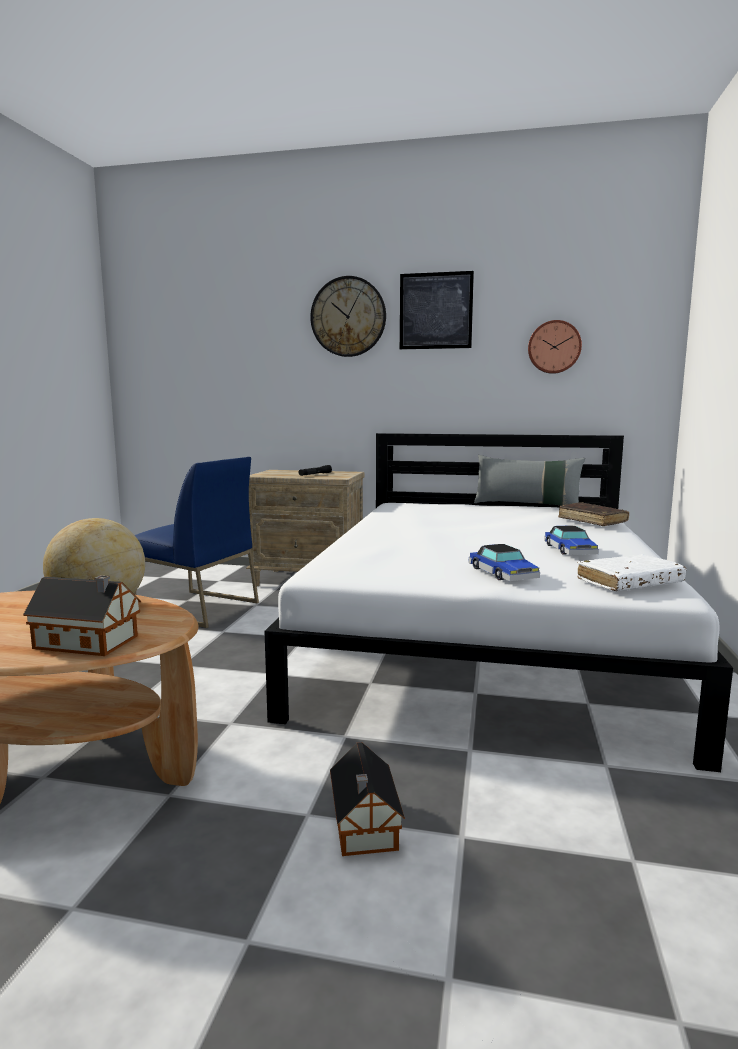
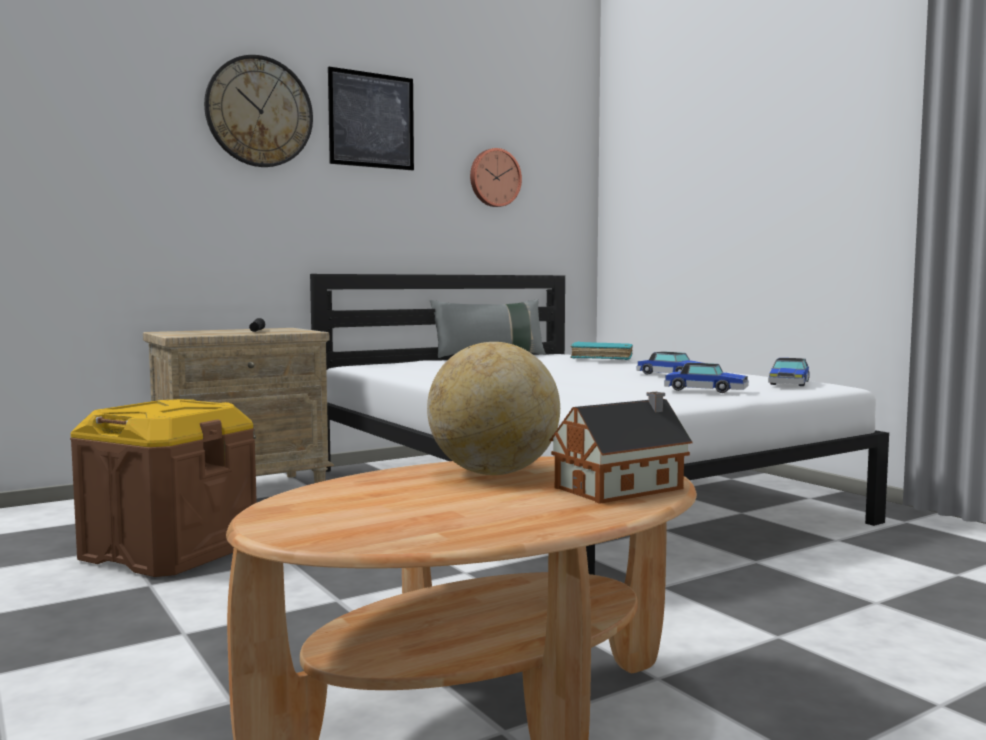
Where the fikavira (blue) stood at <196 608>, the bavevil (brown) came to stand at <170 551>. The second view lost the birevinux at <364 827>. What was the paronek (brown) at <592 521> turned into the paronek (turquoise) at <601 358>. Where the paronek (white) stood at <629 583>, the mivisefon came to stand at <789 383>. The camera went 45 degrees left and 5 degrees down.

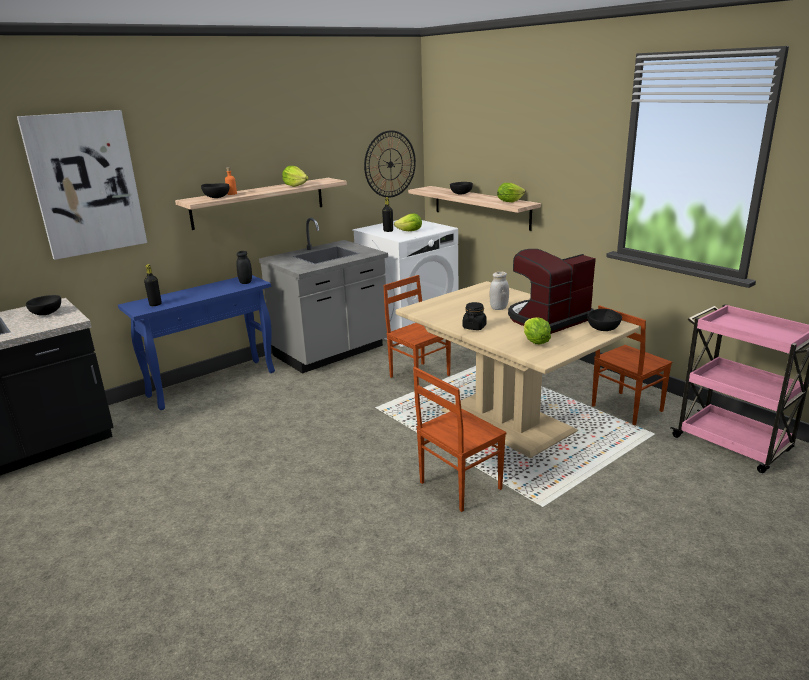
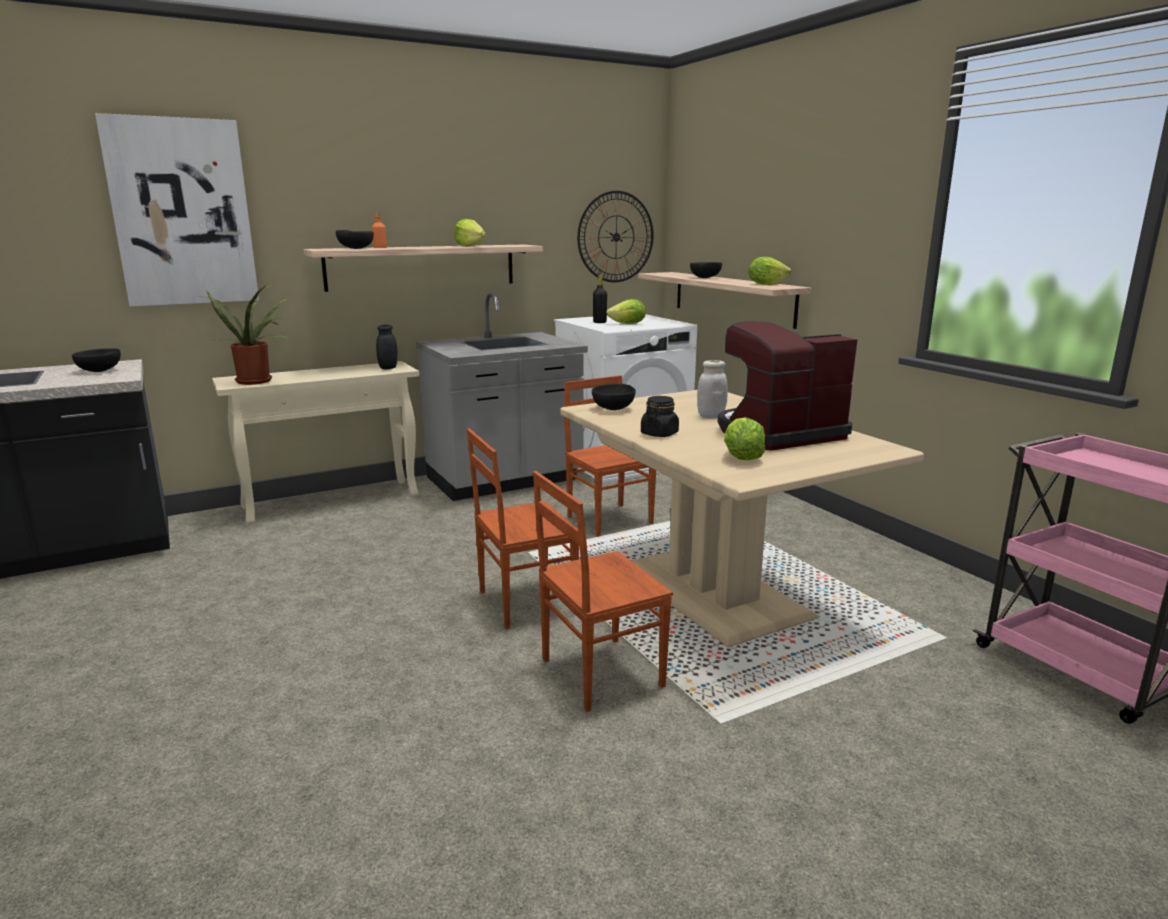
What was the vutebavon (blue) at <213 383> turned into the vutebavon (beige) at <332 501>. Where the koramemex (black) stood at <155 304>, the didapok came to stand at <256 380>. The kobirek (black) ended up elsewhere, having gone from <604 329> to <614 409>. The fikavira (brown) ended up elsewhere, having gone from <625 408> to <525 602>. The camera went 10 degrees right and 5 degrees down.

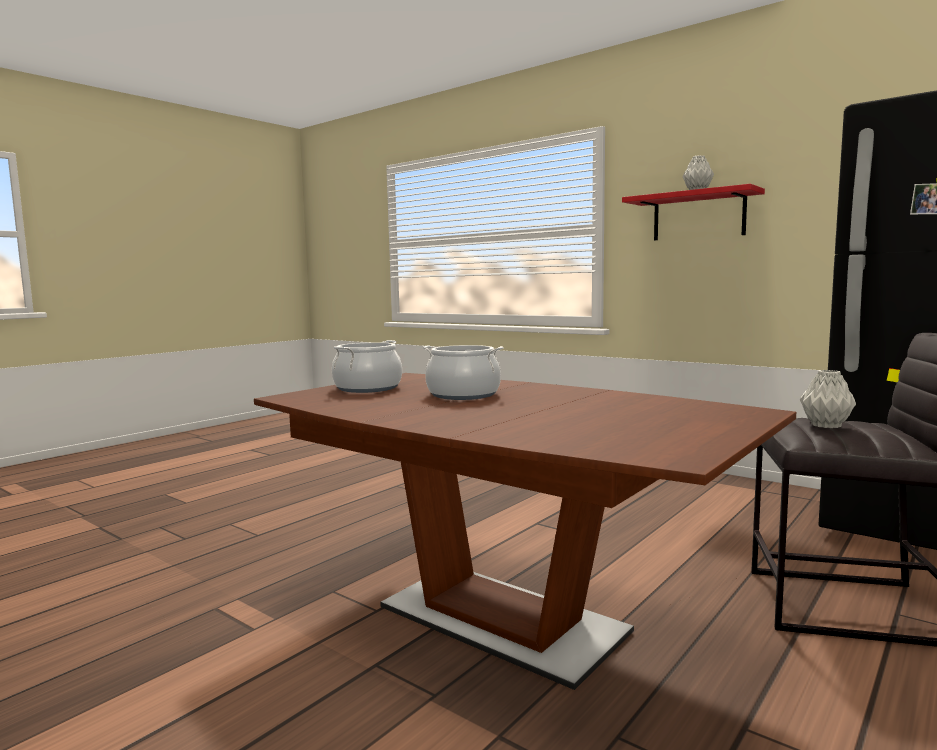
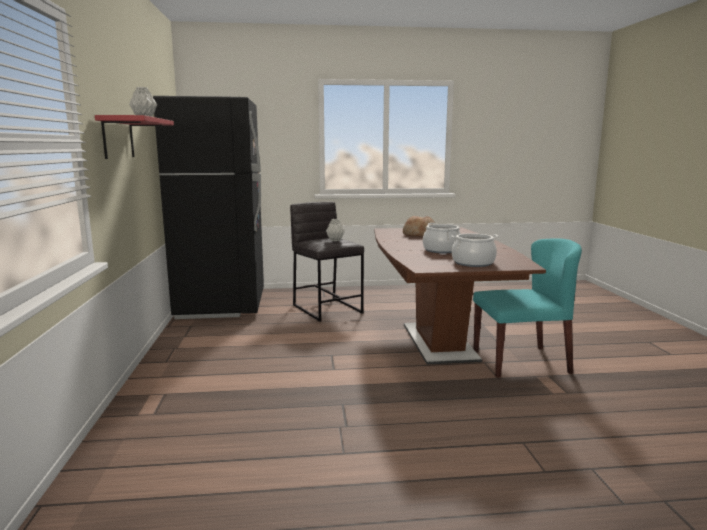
The second view gained the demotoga at <420 235>. The second view gained the fikavira (turquoise) at <521 361>. The camera went 135 degrees left and 5 degrees up.

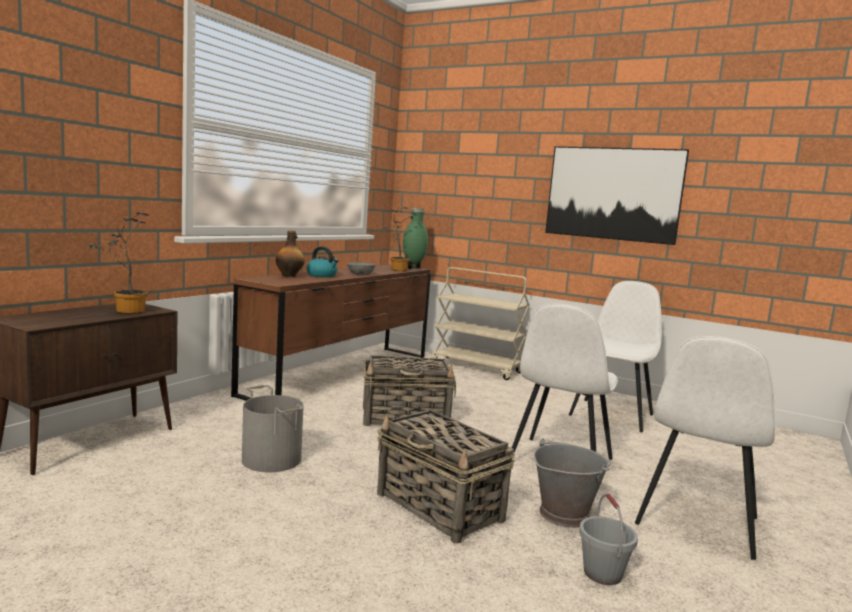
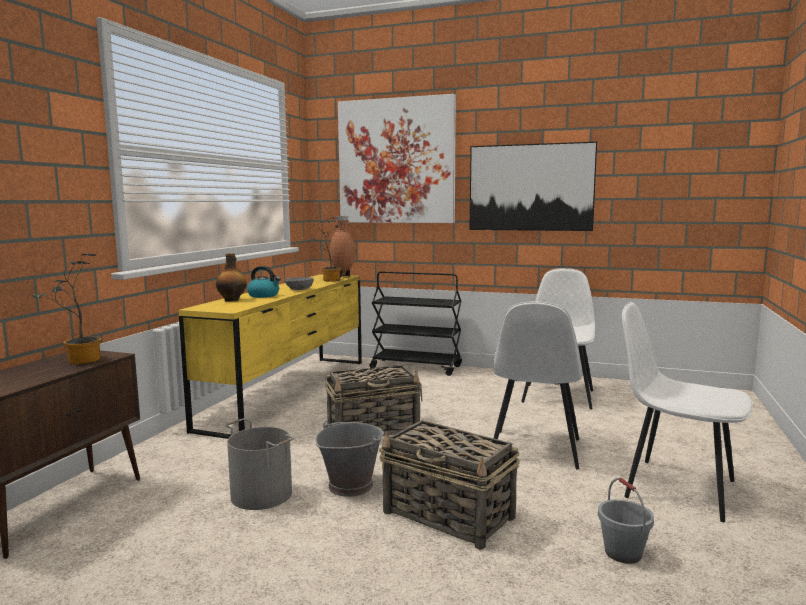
What was the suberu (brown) at <342 374> turned into the suberu (yellow) at <290 392>. What was the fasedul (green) at <414 268> turned into the fasedul (brown) at <343 276>. What was the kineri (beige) at <477 368> turned into the kineri (black) at <416 367>. The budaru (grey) ended up elsewhere, having gone from <563 514> to <350 485>. The fikavira (white) at <696 522> ended up facing another way, 105 degrees clockwise from before. The second view gained the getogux at <396 161>. The camera went 10 degrees left and 0 degrees up.

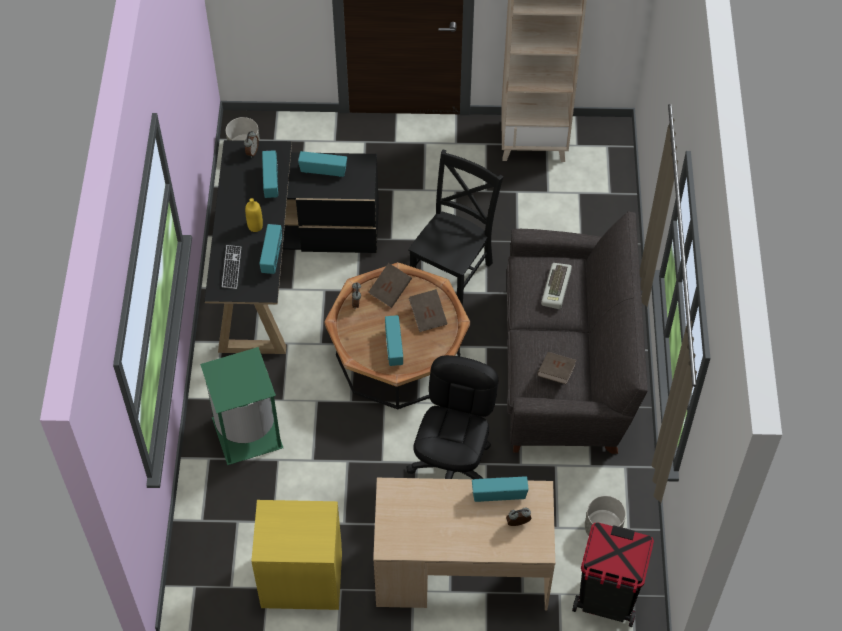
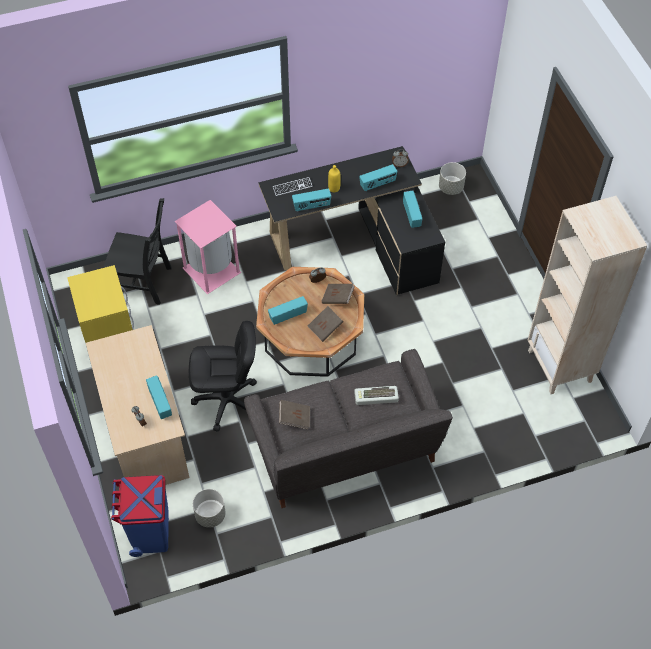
What was the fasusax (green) at <246 432> turned into the fasusax (pink) at <212 269>. The fikavira (black) ended up elsewhere, having gone from <453 270> to <144 282>. What was the fasusax (black) at <606 600> turned into the fasusax (blue) at <150 534>. The camera went 70 degrees right and 0 degrees up.

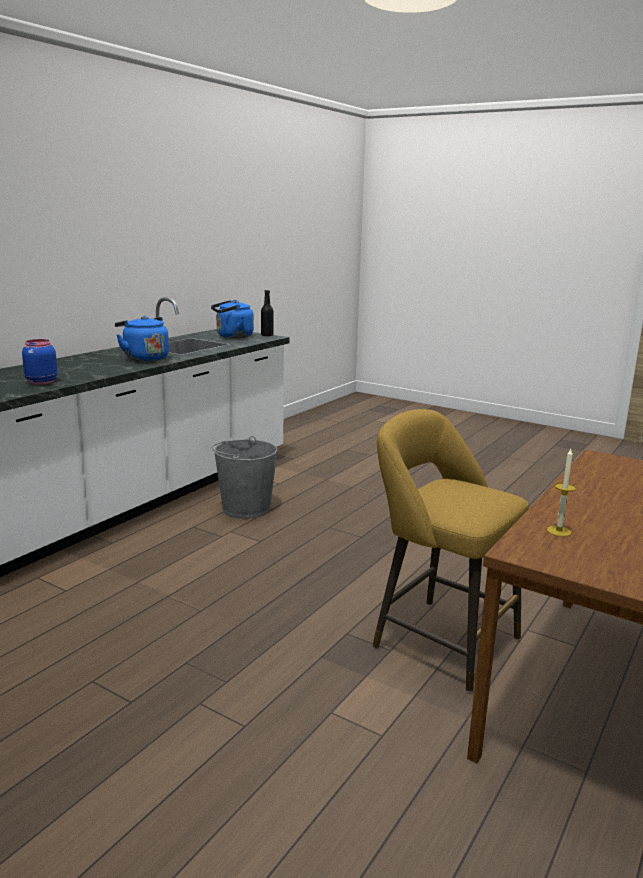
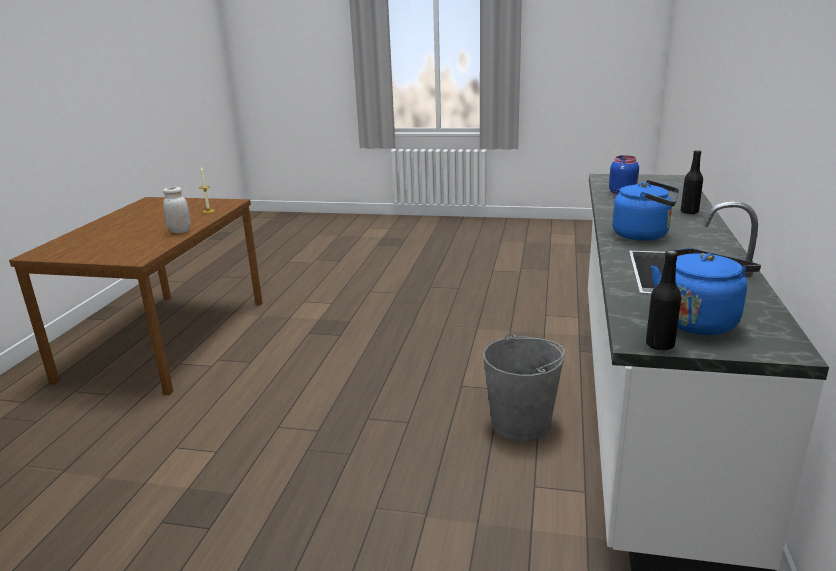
The second view lost the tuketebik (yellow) at <439 640>. The second view gained the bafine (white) at <180 231>. The second view gained the koramemex (black) at <689 212>. The camera went 160 degrees right and 5 degrees up.

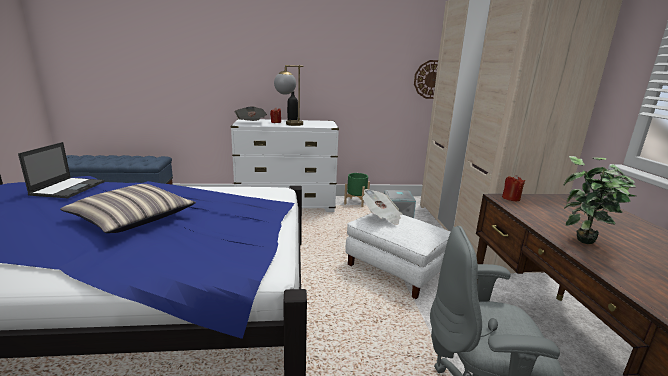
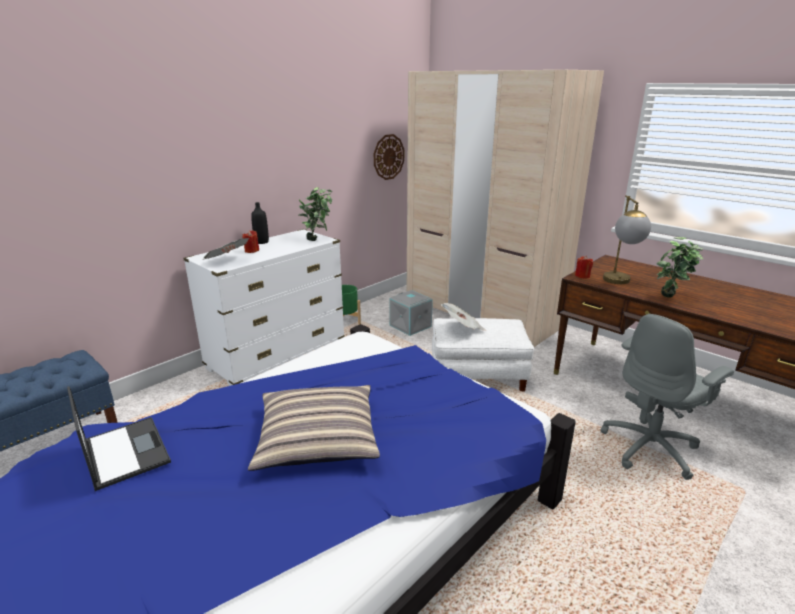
The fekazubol ended up elsewhere, having gone from <289 125> to <619 283>. The second view gained the didapok at <318 239>. The camera went 40 degrees left and 5 degrees up.

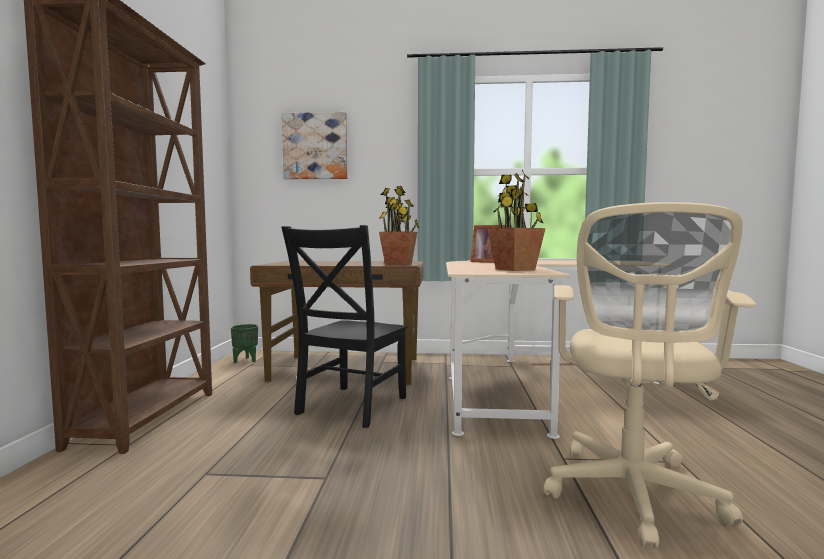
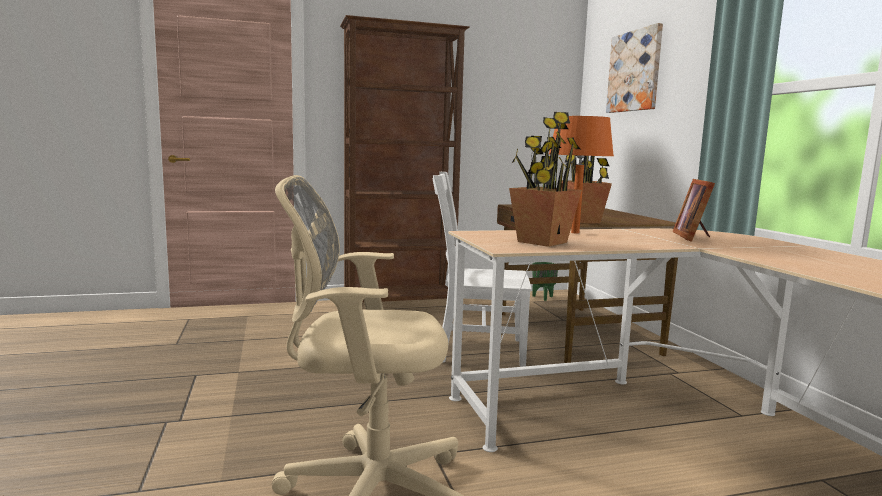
What was the fikavira (black) at <350 407> turned into the fikavira (white) at <476 350>. The second view gained the fekazubol (orange) at <575 232>. The camera went 70 degrees right and 5 degrees up.

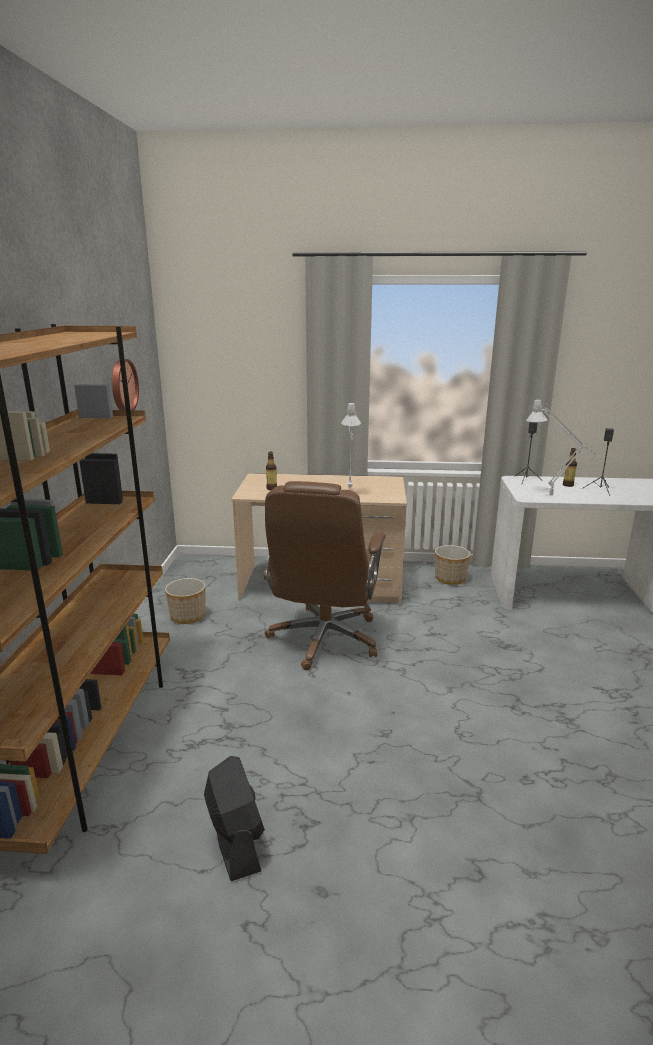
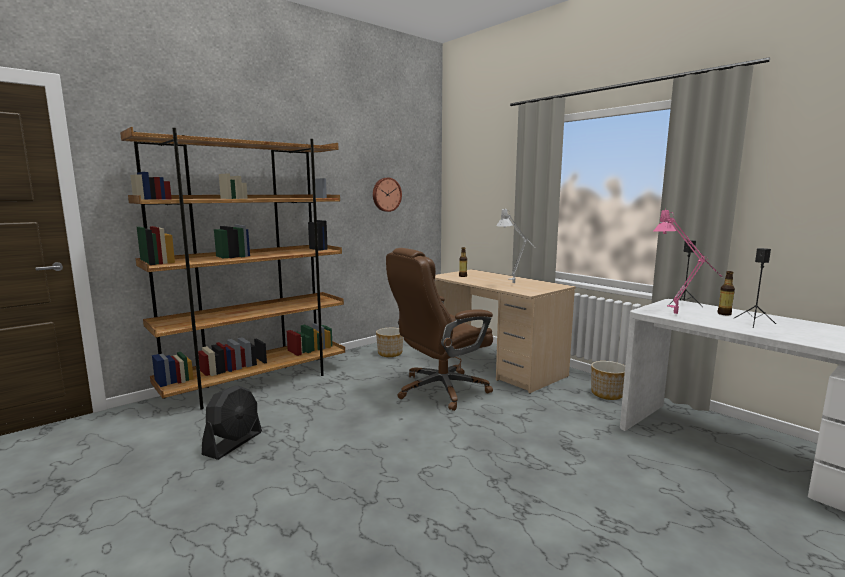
What was the fekazubol (grey) at <556 497> turned into the fekazubol (pink) at <680 316>. The camera went 45 degrees right and 10 degrees down.

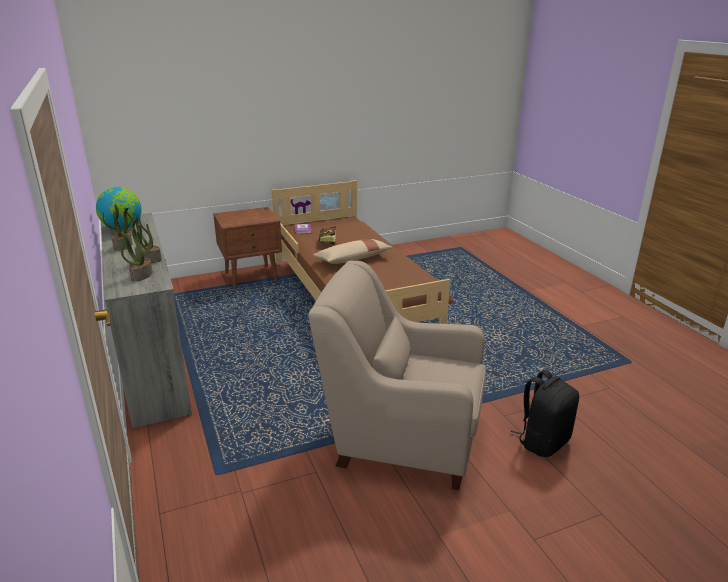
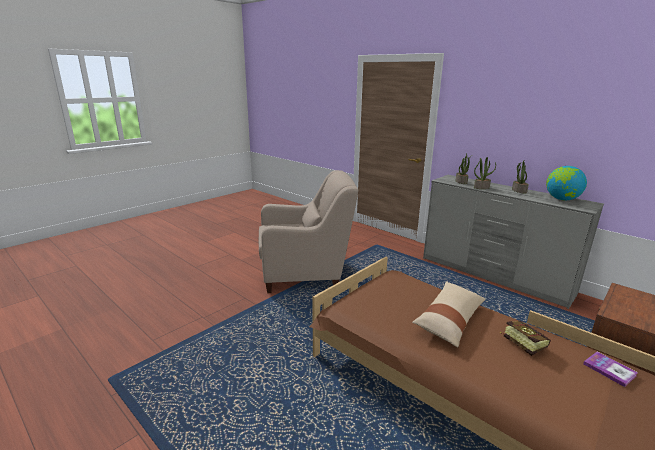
The second view lost the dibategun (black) at <543 441>. The camera went 155 degrees right and 5 degrees down.

